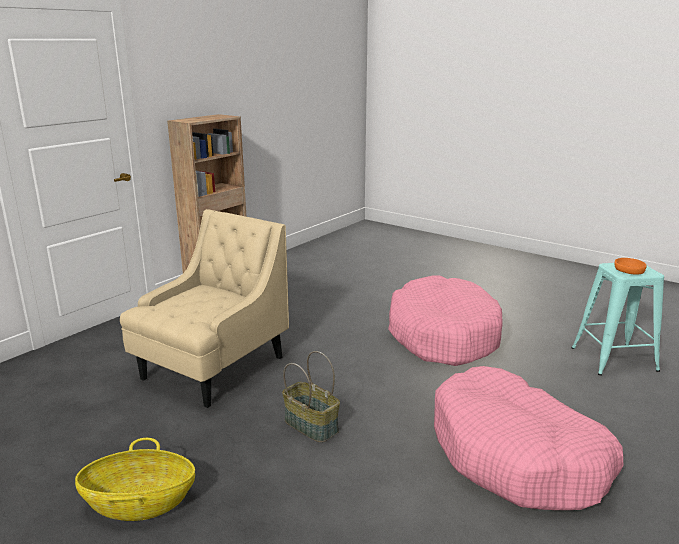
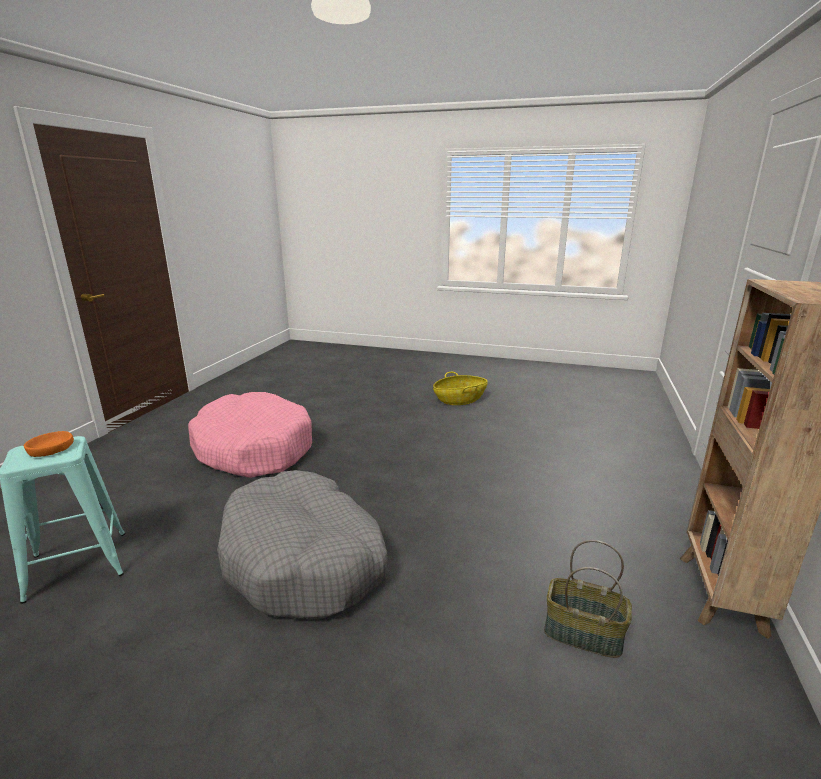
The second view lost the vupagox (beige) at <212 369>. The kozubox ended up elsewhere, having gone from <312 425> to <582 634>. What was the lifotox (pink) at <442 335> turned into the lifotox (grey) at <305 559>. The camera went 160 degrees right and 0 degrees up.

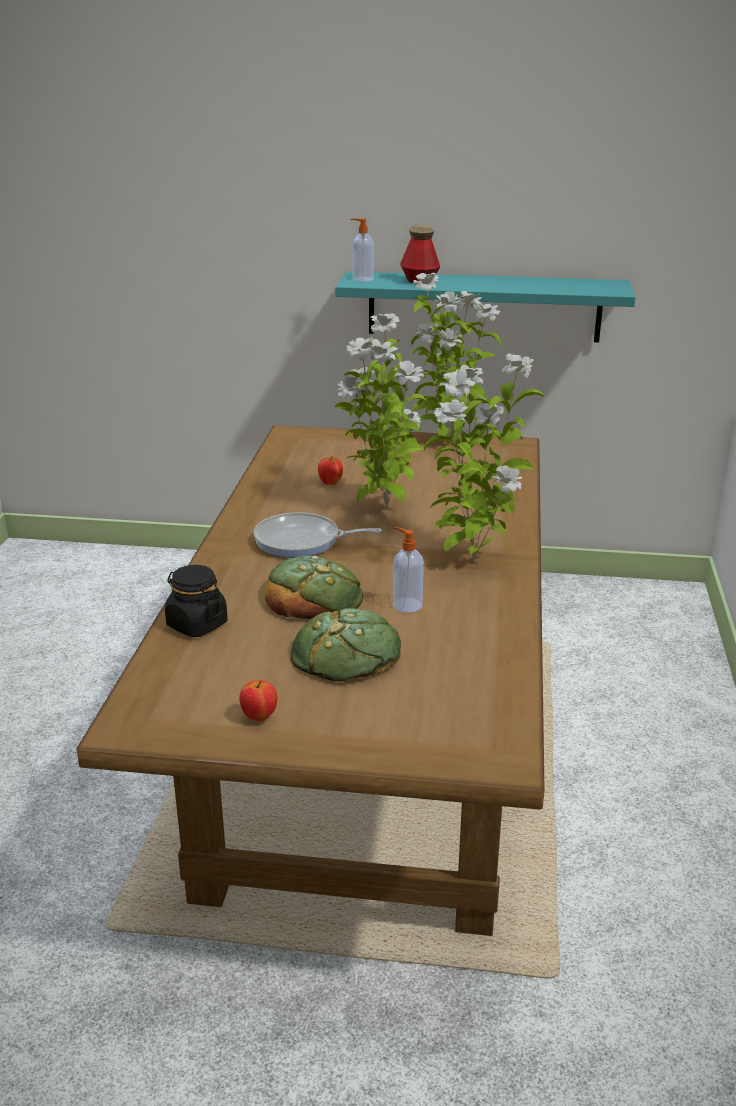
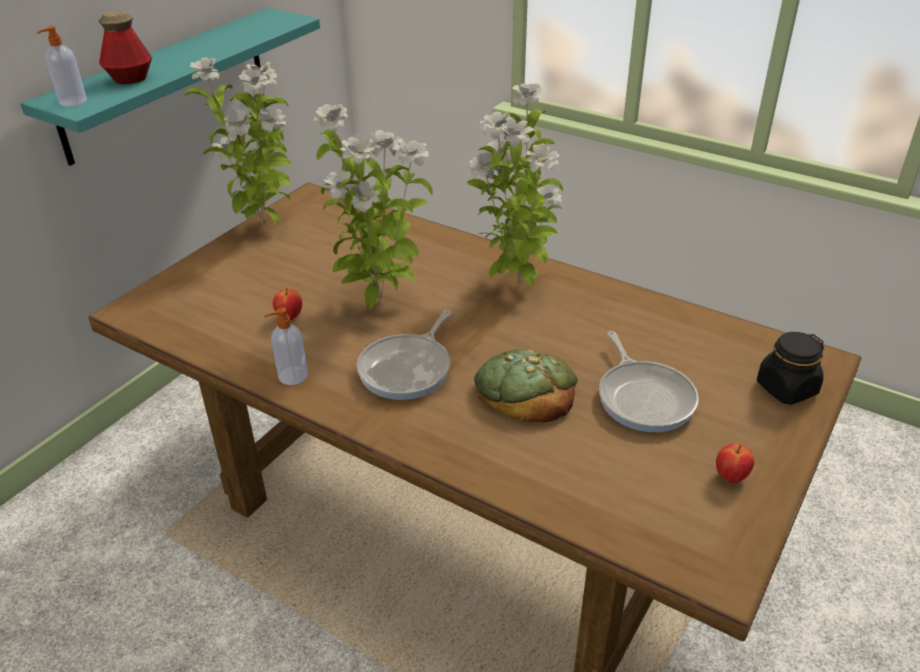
The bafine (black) ended up elsewhere, having gone from <196 624> to <786 388>. Where the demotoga stood at <347 654>, the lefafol came to stand at <644 397>. The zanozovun ended up elsewhere, having gone from <406 605> to <291 376>. The camera went 65 degrees left and 10 degrees up.

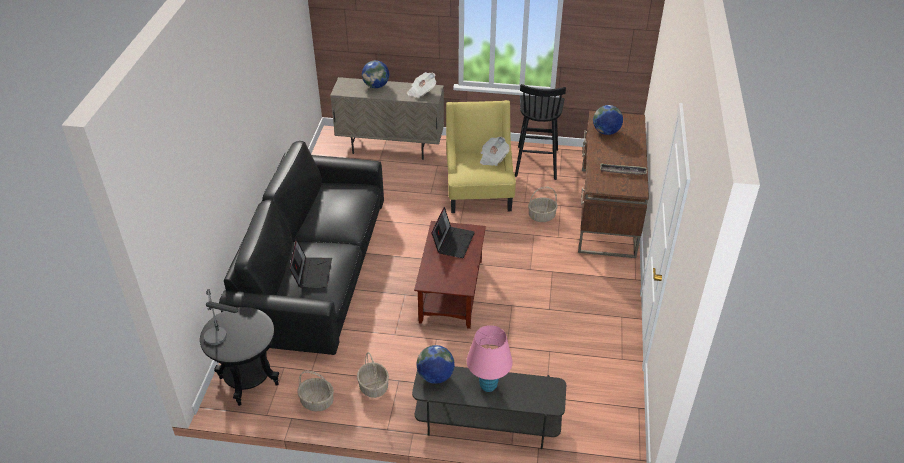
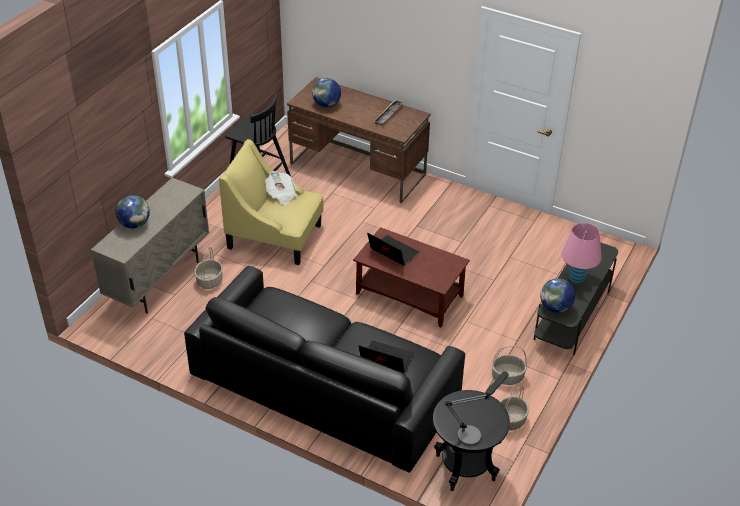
The second view lost the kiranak at <421 92>. The kozubox ended up elsewhere, having gone from <542 216> to <209 280>. The camera went 70 degrees left and 0 degrees up.

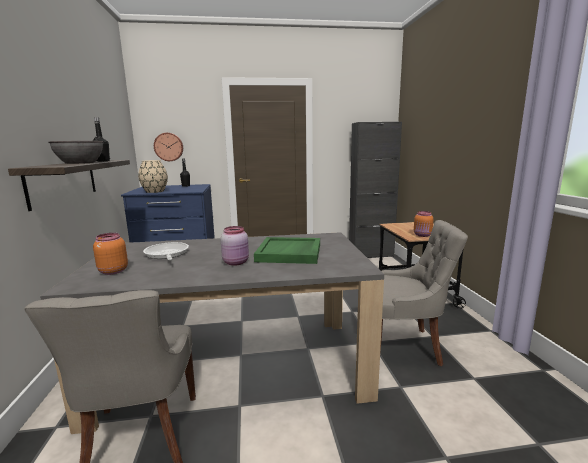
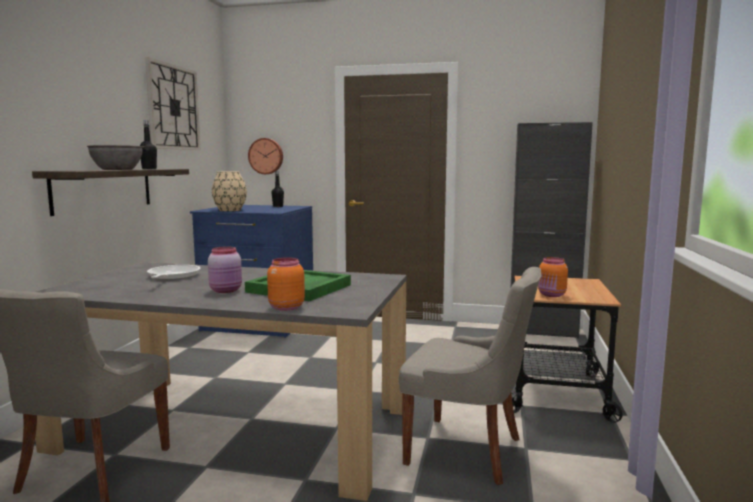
The bafine (orange) ended up elsewhere, having gone from <112 271> to <285 307>. The second view gained the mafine at <173 107>. The camera went 20 degrees right and 5 degrees down.

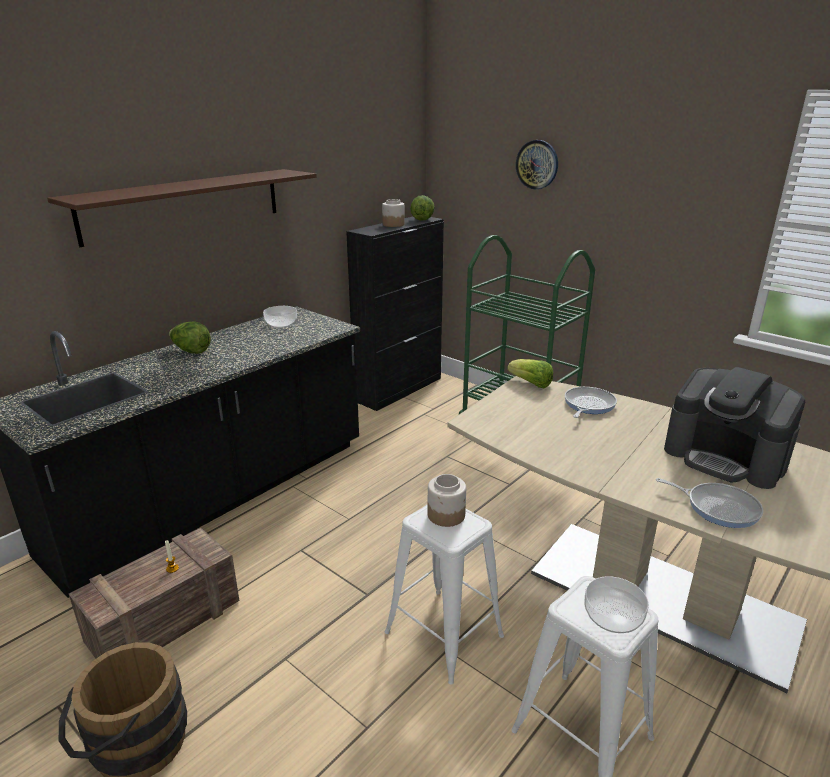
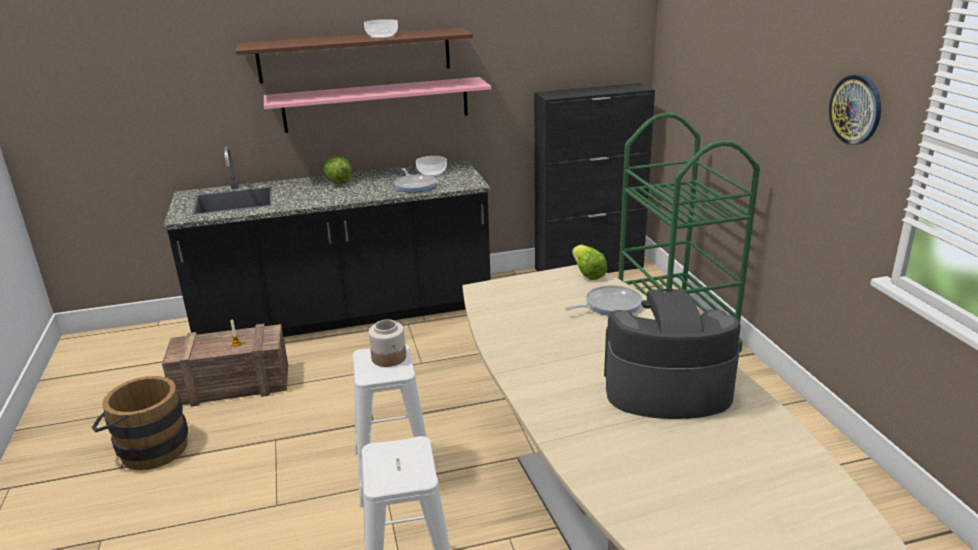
The second view lost the bafine at <393 224>. The second view lost the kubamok at <422 219>. The mafine ended up elsewhere, having gone from <537 164> to <856 109>. The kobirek ended up elsewhere, having gone from <613 616> to <382 36>. The lefafol ended up elsewhere, having gone from <718 507> to <415 185>. The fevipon at <725 457> ended up facing another way, 105 degrees clockwise from before. The second view gained the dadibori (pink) at <376 104>. The camera went 35 degrees right and 0 degrees up.

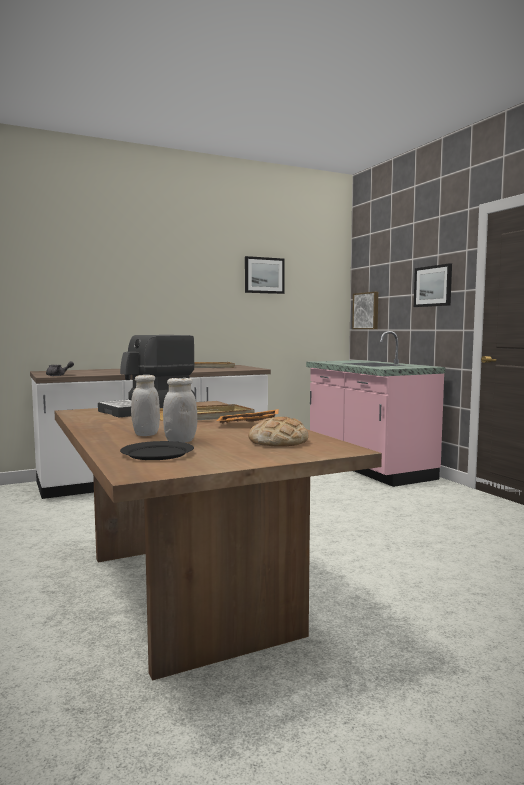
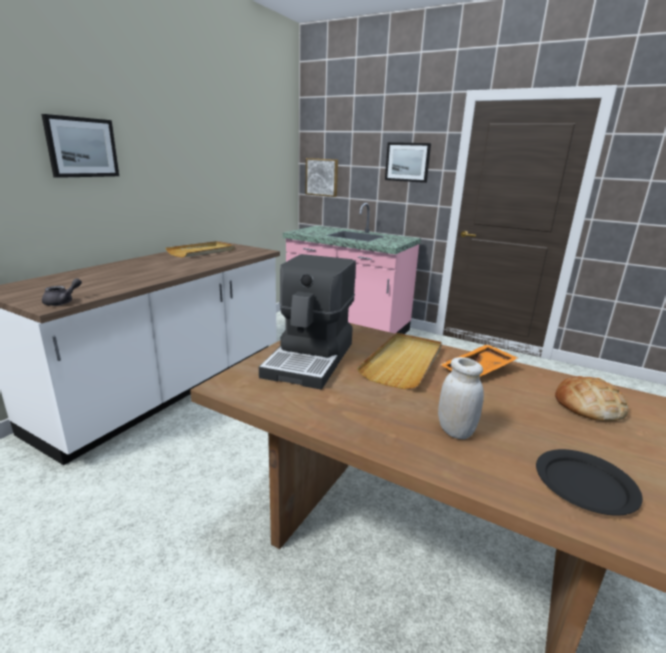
The second view lost the bafine (white) at <180 441>. The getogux ended up elsewhere, having gone from <264 275> to <82 147>. The camera went 35 degrees left and 15 degrees up.

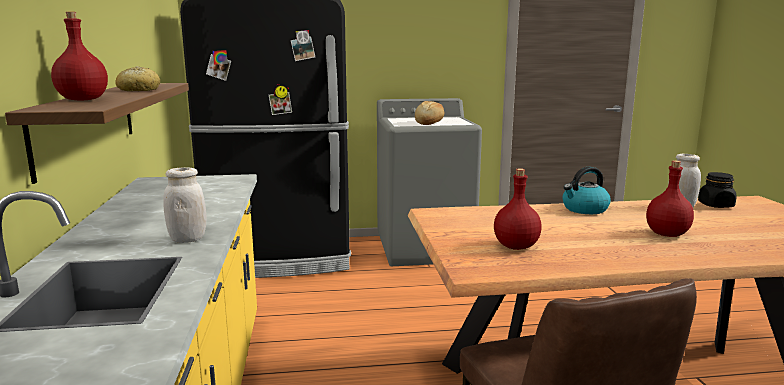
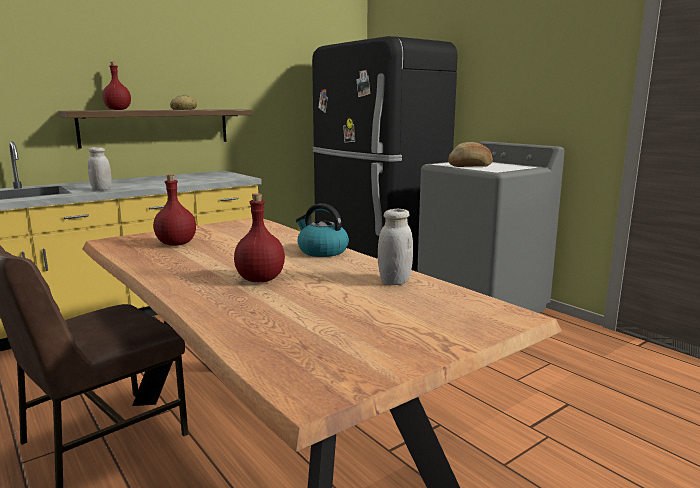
The second view lost the bafine (black) at <716 205>. The camera went 60 degrees right and 0 degrees up.

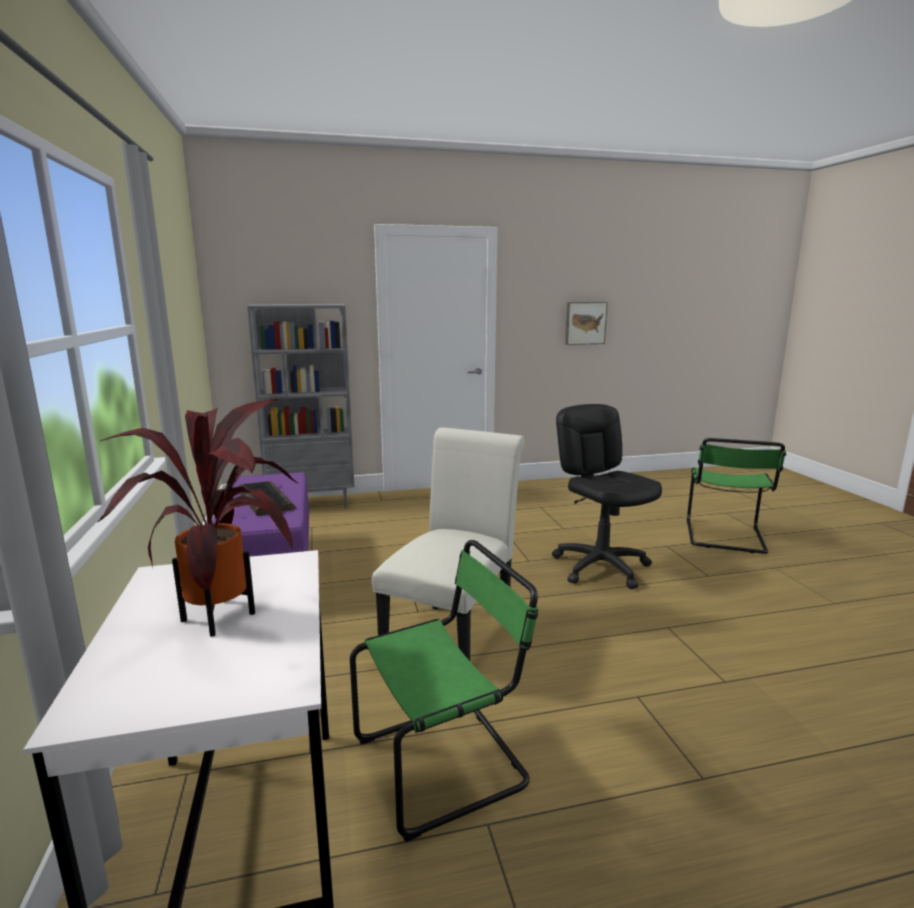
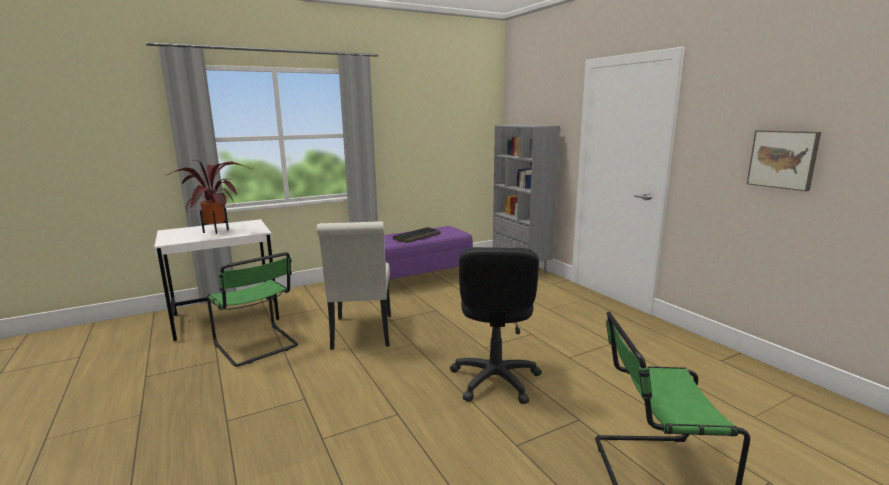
The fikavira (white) at <453 638> ended up facing another way, 75 degrees clockwise from before. The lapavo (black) at <601 567> ended up facing another way, 135 degrees clockwise from before. The camera went 75 degrees right and 0 degrees up.

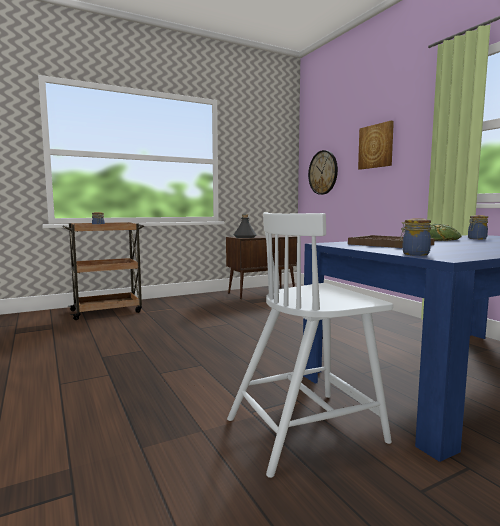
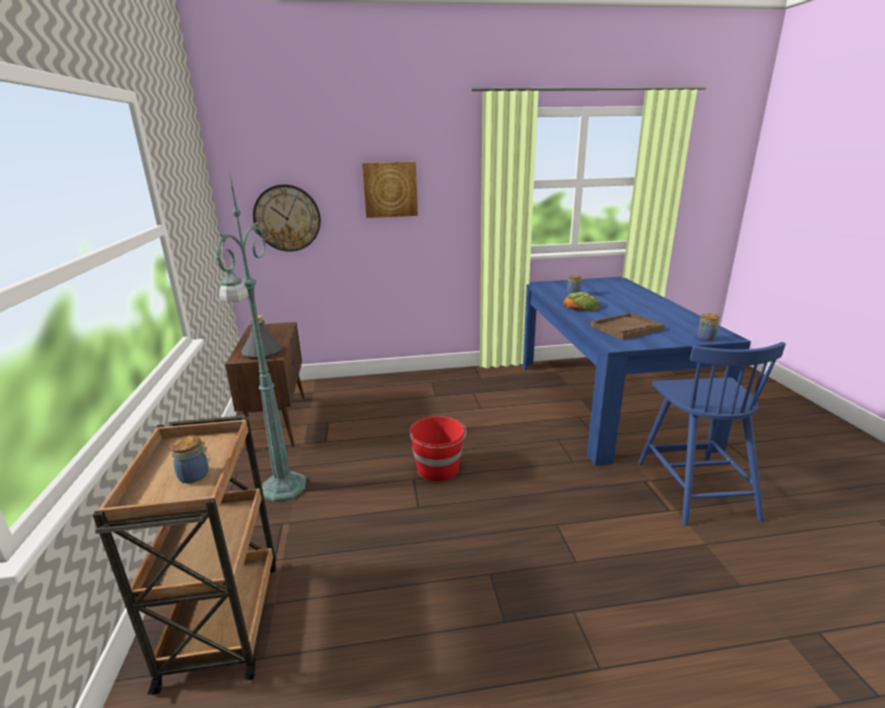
What was the fikavira (white) at <307 429> turned into the fikavira (blue) at <694 488>. The second view gained the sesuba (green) at <282 489>. The second view gained the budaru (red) at <438 469>. The camera went 70 degrees left and 15 degrees up.

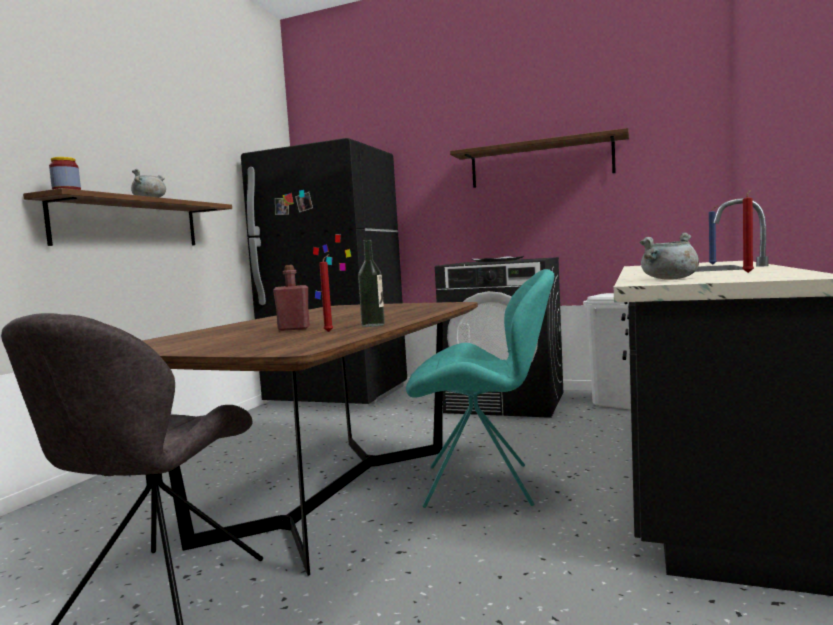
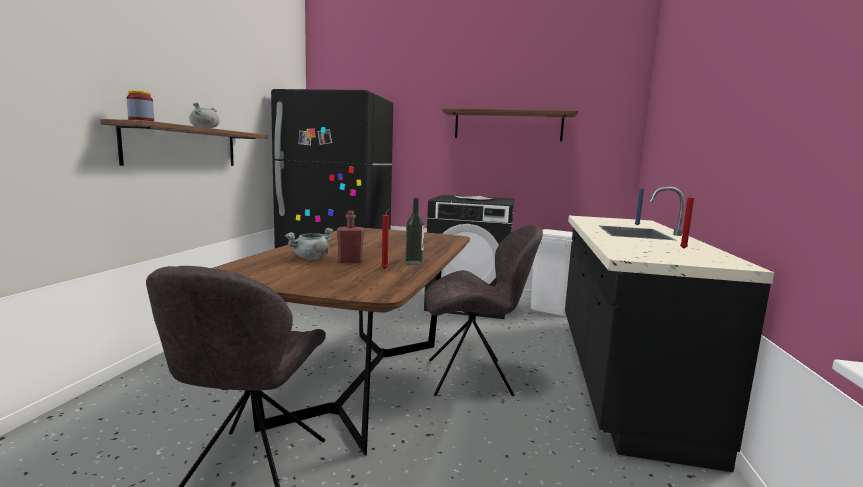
What was the fikavira (turquoise) at <483 485> turned into the fikavira (grey) at <472 377>. The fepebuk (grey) ended up elsewhere, having gone from <669 279> to <311 259>. The camera went 10 degrees left and 5 degrees up.

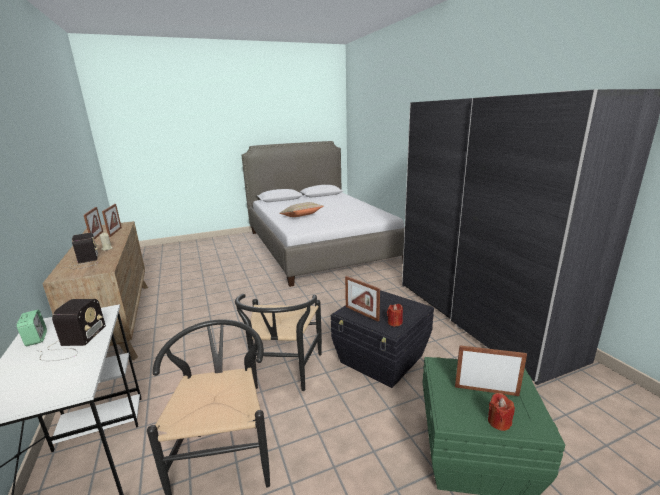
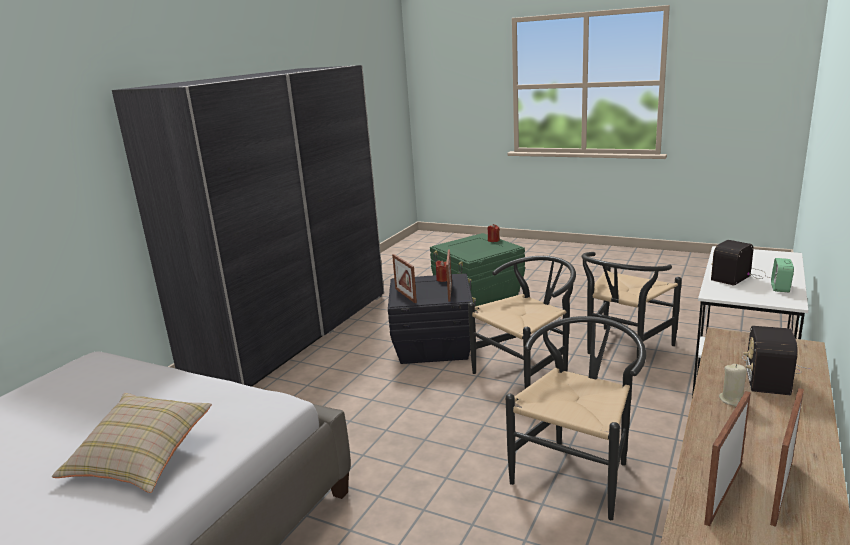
The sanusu ended up elsewhere, having gone from <486 390> to <405 295>. The second view gained the fikavira (black) at <578 471>. The camera went 130 degrees left and 0 degrees up.

